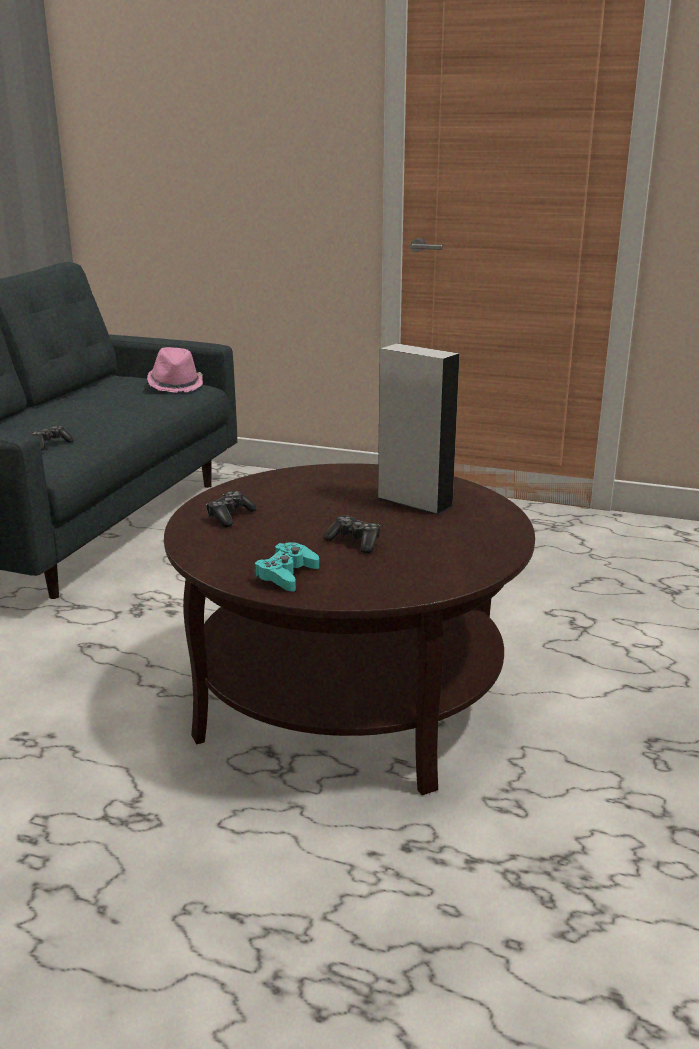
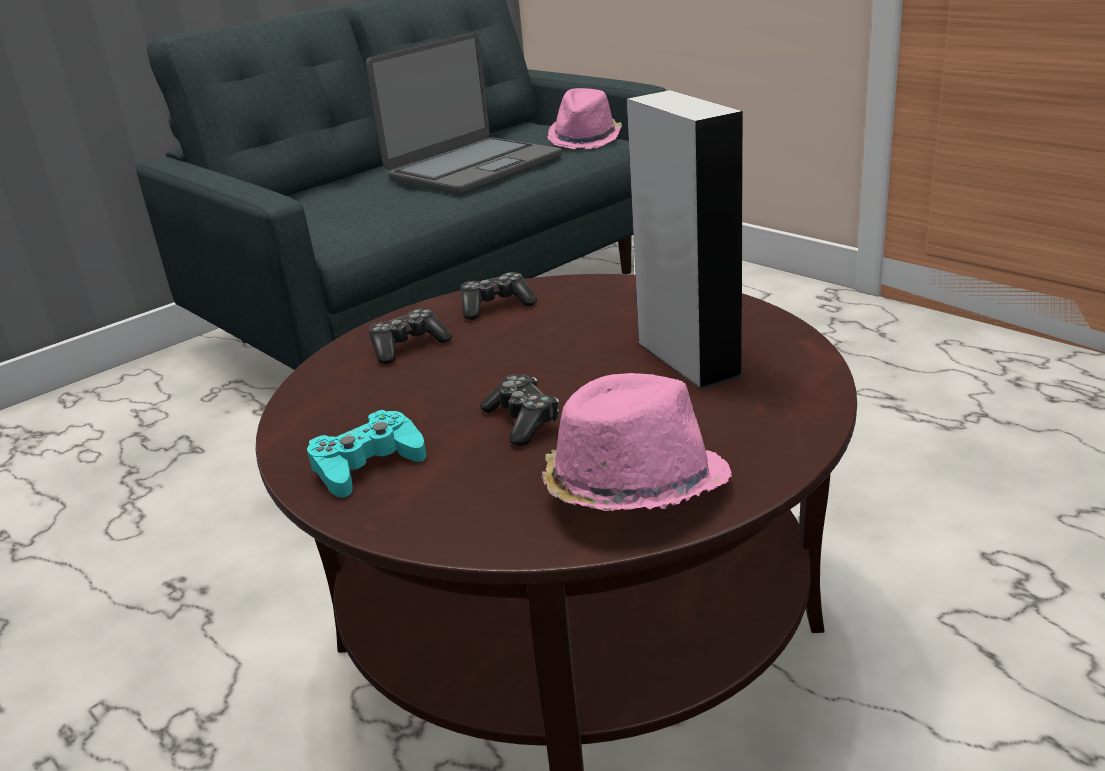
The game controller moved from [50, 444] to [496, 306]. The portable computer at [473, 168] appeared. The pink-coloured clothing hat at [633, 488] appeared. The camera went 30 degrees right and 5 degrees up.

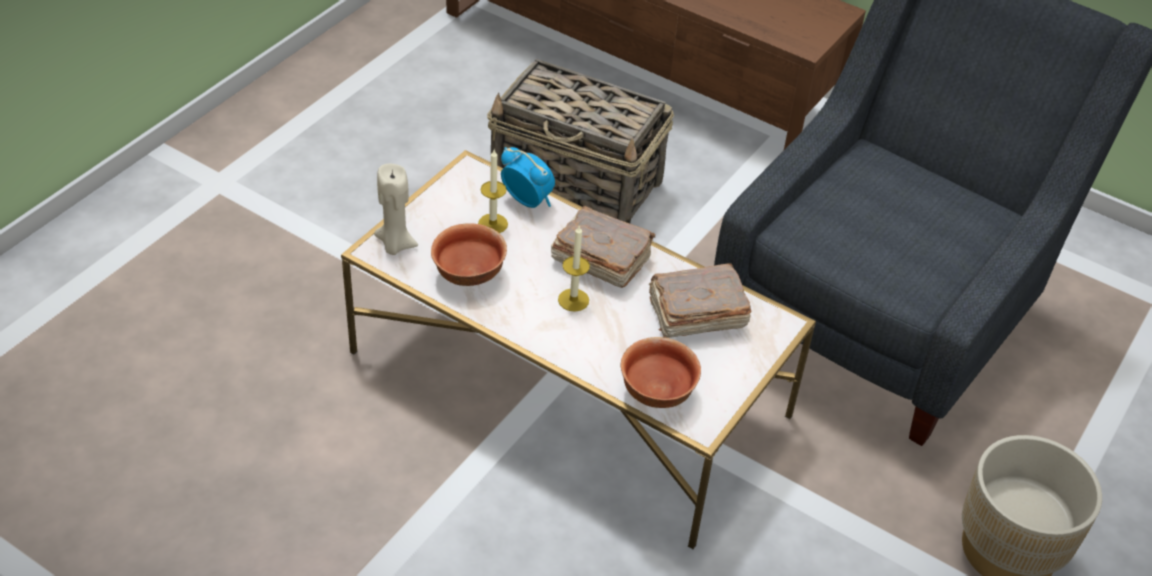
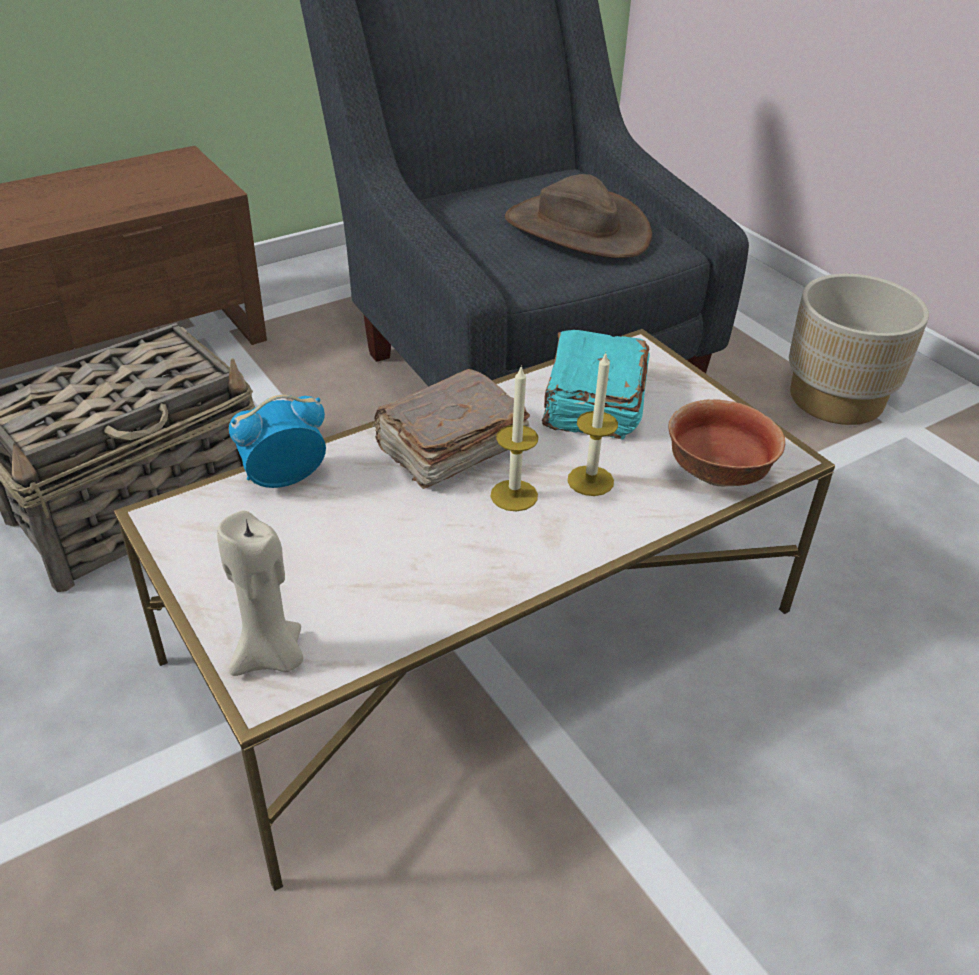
The bowl at [469, 275] disappeared. The candle moved from [493, 224] to [590, 480]. The brownish bound book at [695, 314] became the turquoise bound book at [592, 403]. The brownish clothing hat at [576, 229] appeared. The camera went 65 degrees left and 5 degrees down.

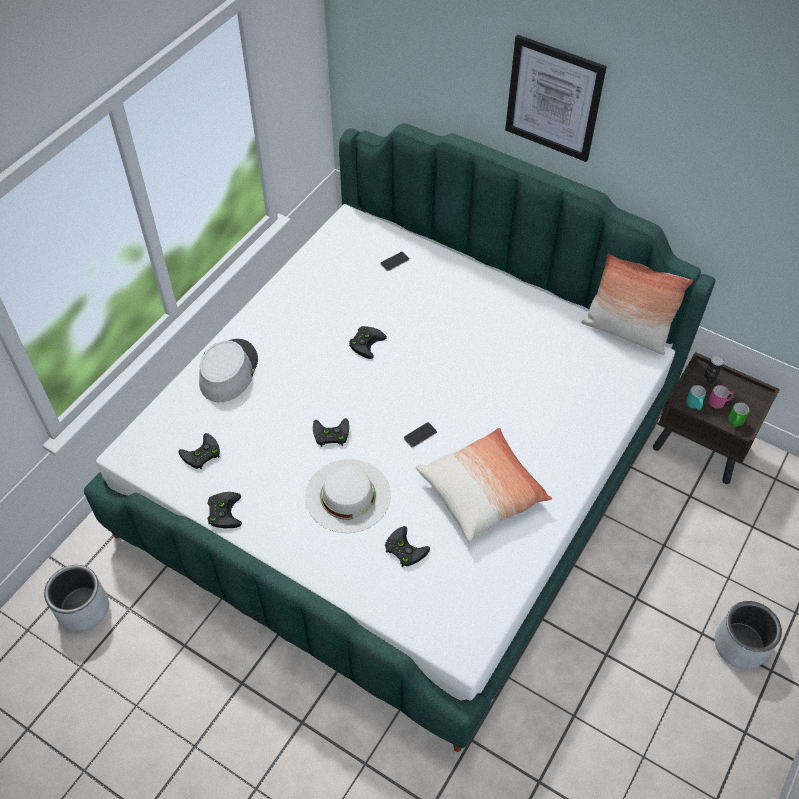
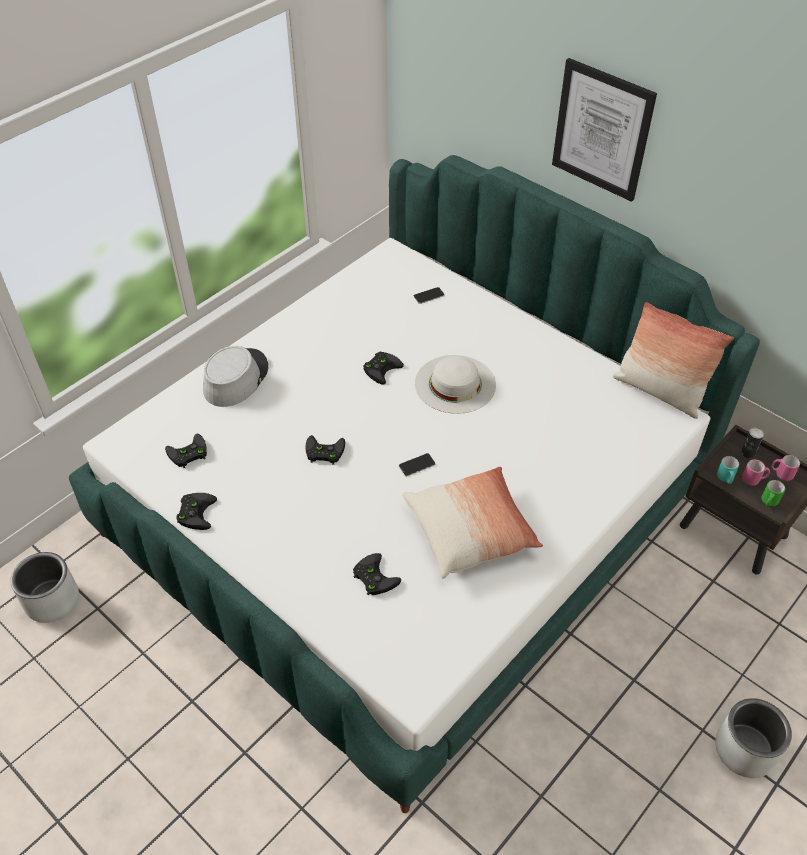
The white-coloured clothing hat moved from [348, 495] to [455, 384]. The pink-coloured tea mug at [781, 474] appeared. The camera went 10 degrees right and 5 degrees down.

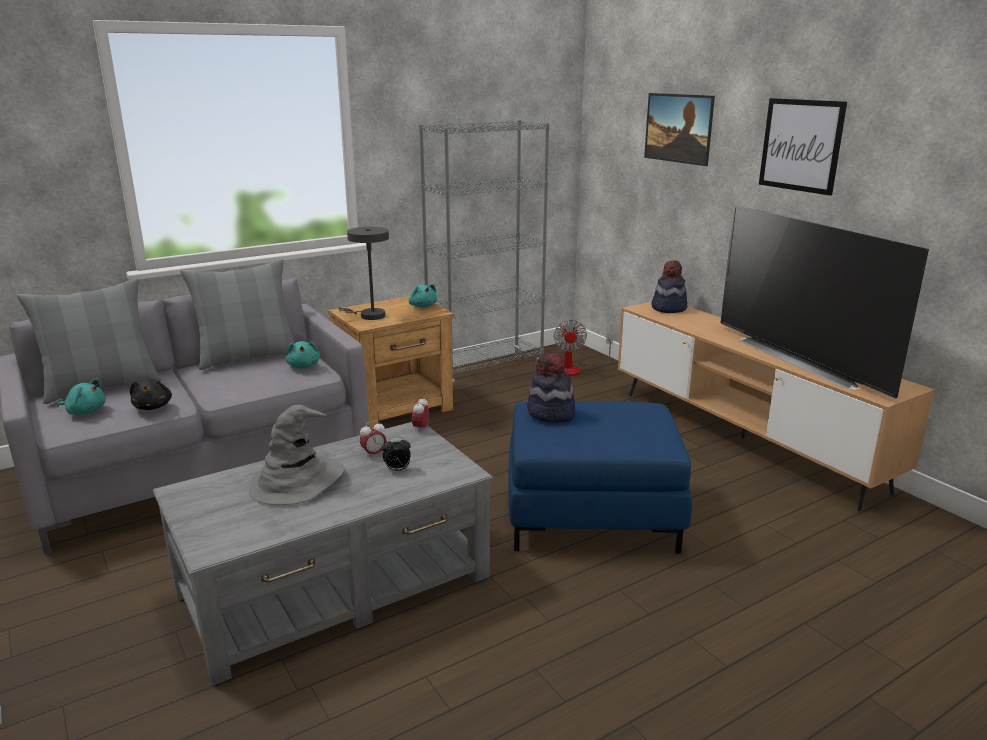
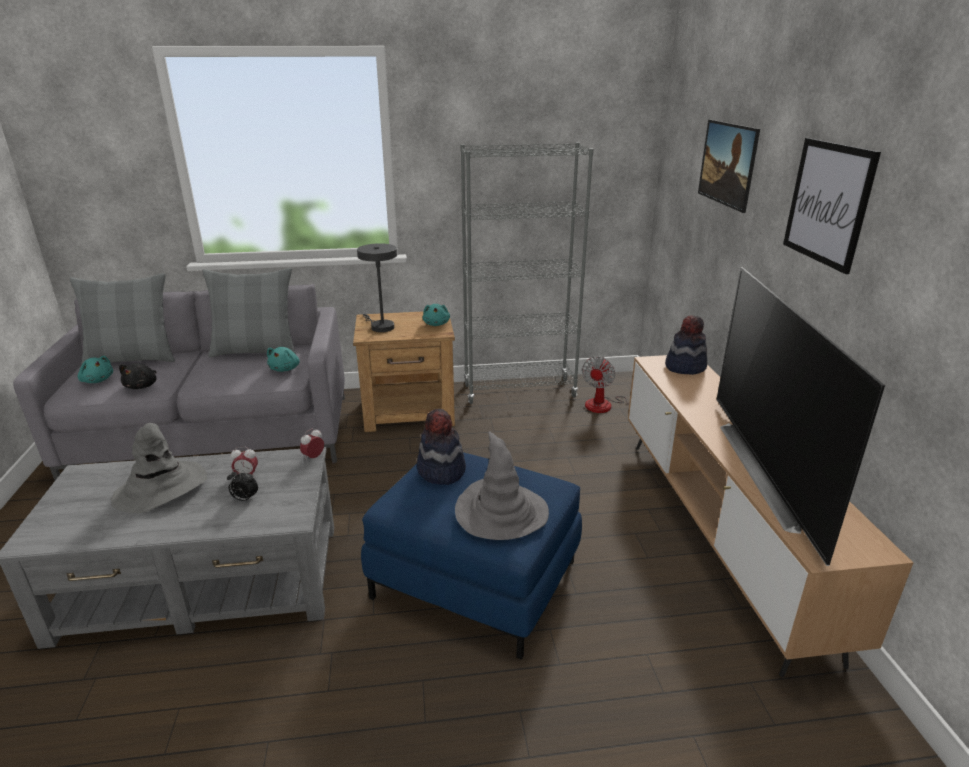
The gray clothing hat at [501, 512] appeared. The camera went 25 degrees right and 5 degrees up.

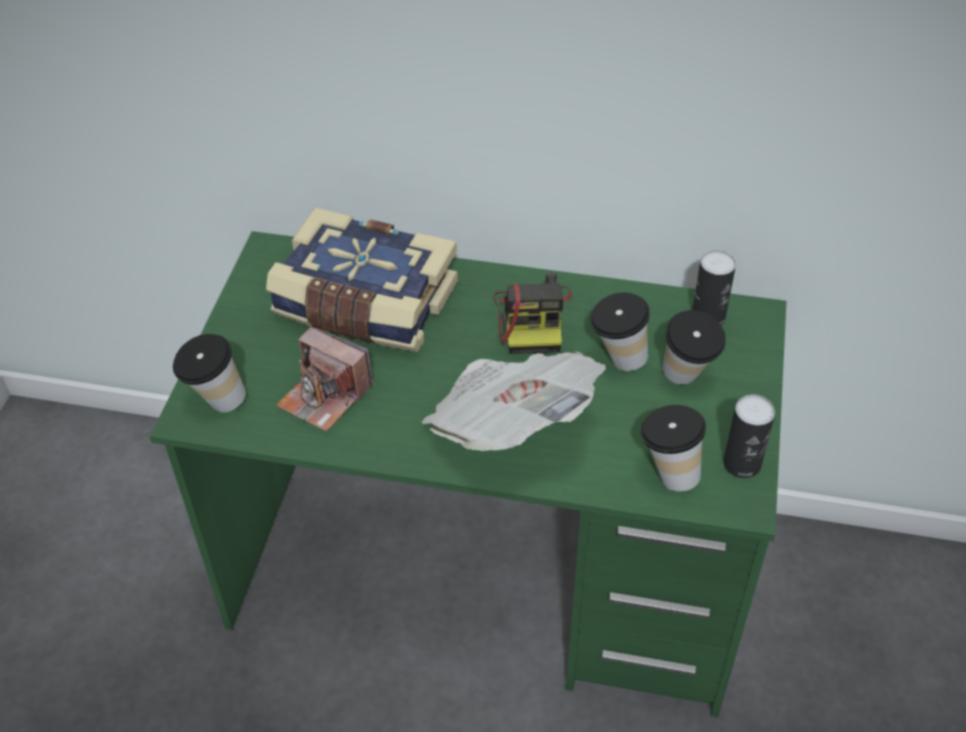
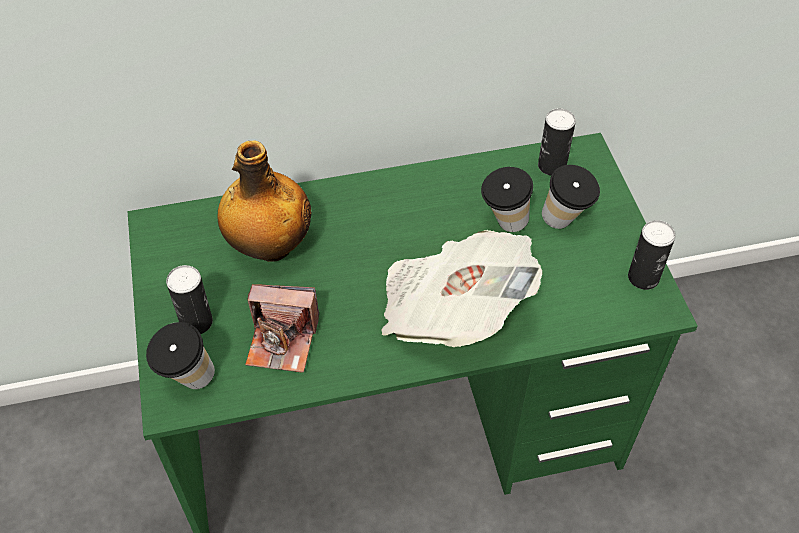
The bound book at [364, 305] was replaced by the beverage bottle at [269, 246]. The photo camera at [533, 319] disappeared. The drinking cup at [667, 474] disappeared. The sealed can at [196, 322] appeared. The camera went 25 degrees left and 5 degrees up.

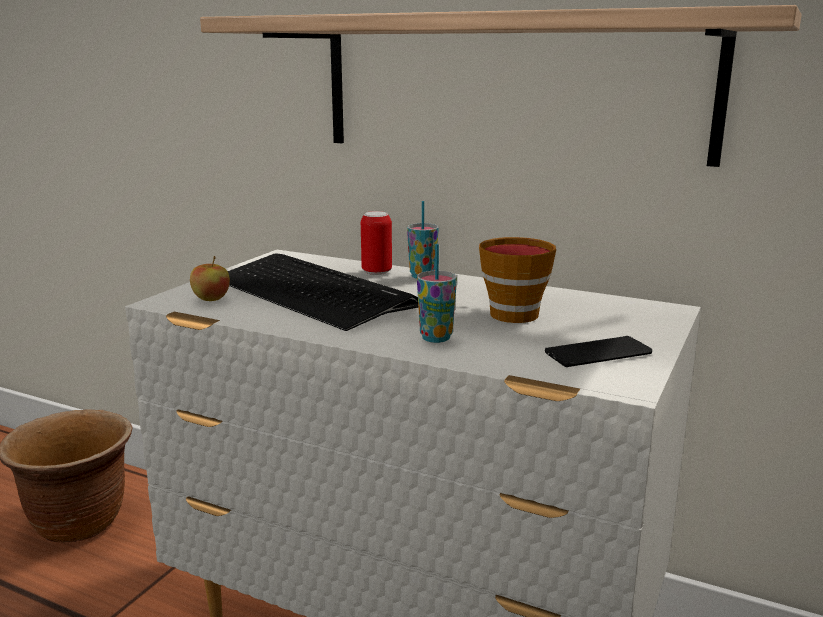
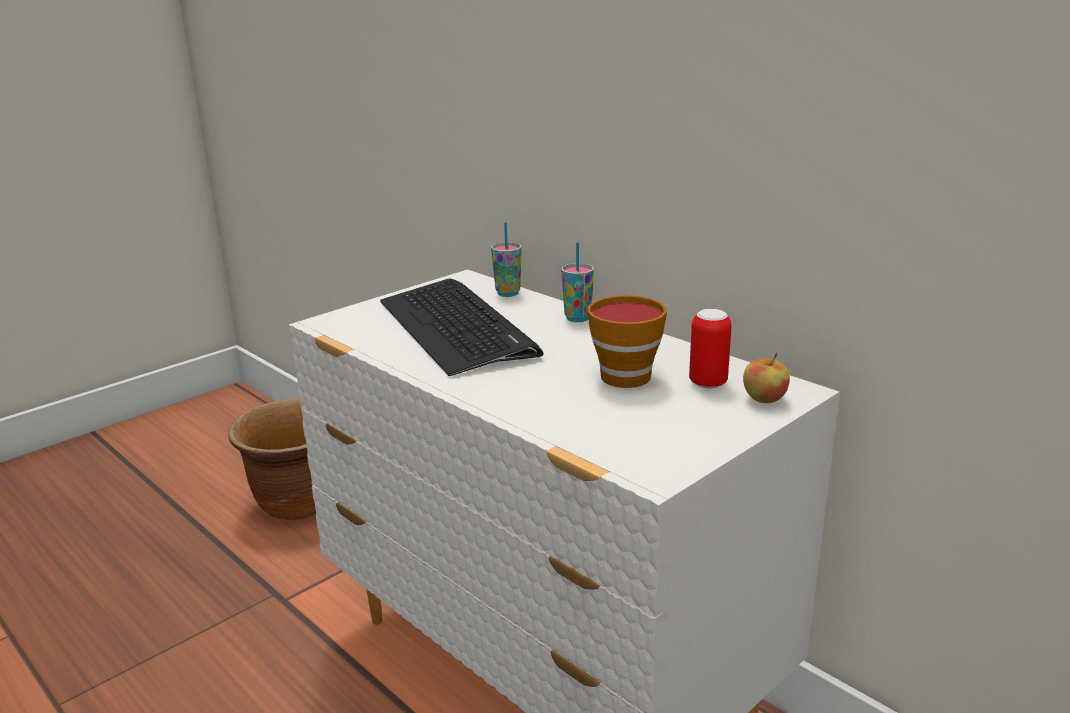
The whole apple moved from [211, 299] to [764, 399]. The shelf at [509, 87] disappeared. The sealed can moved from [376, 272] to [708, 383]. The drinking cup moved from [436, 338] to [508, 293]. The telephone at [598, 353] disappeared. The camera went 20 degrees right and 5 degrees up.

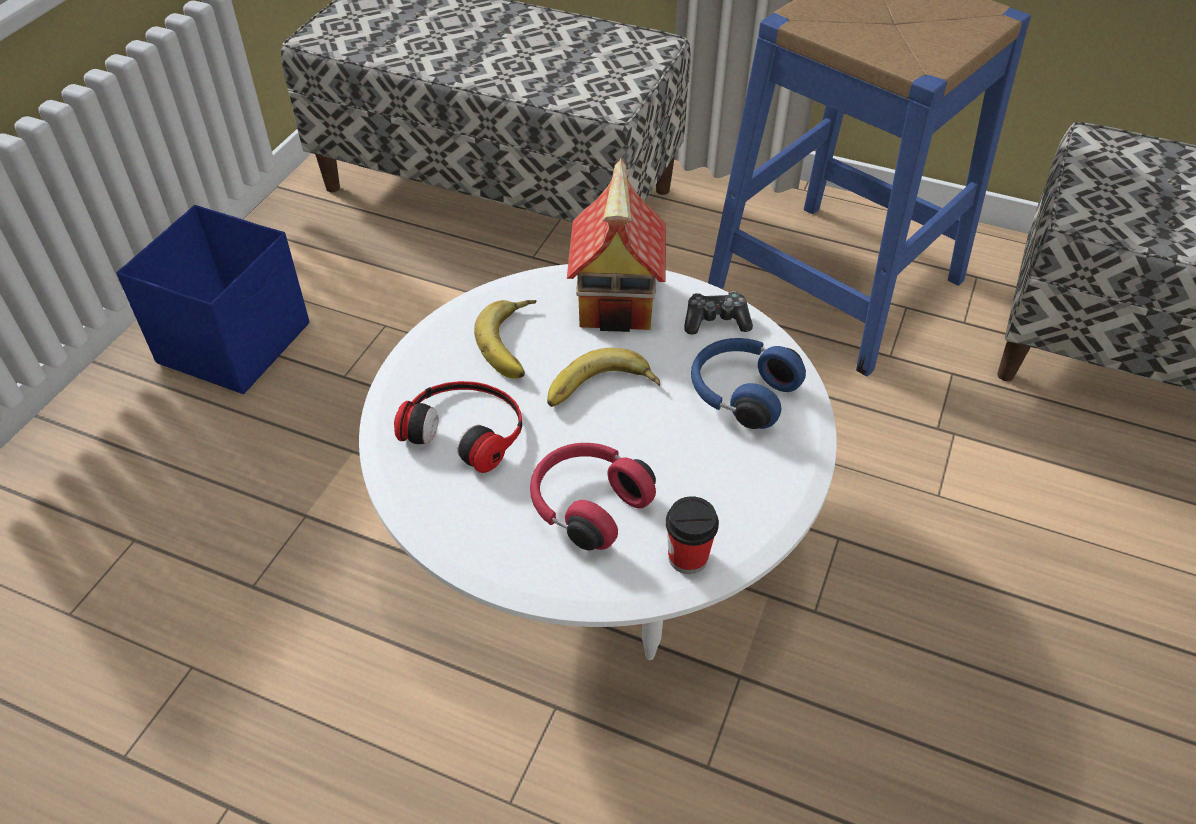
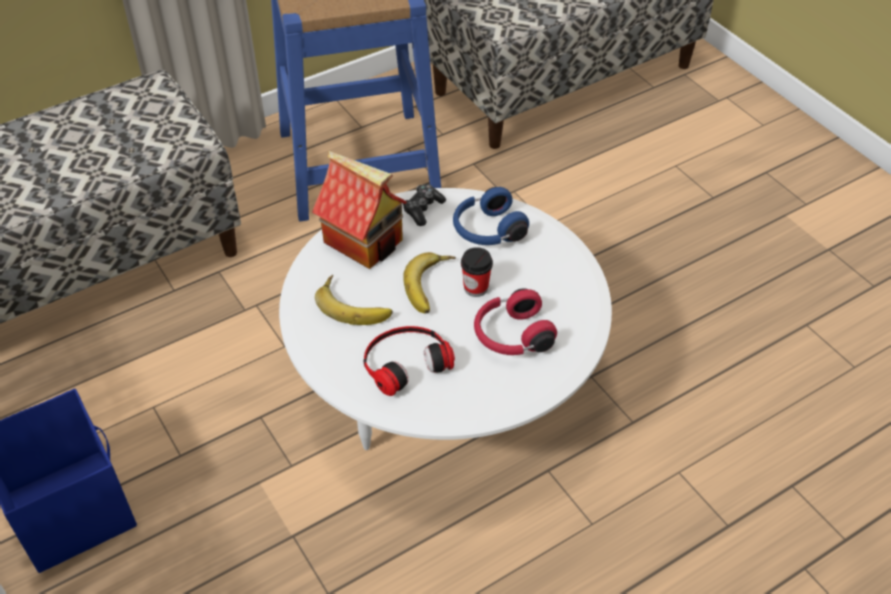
The drinking cup moved from [687, 557] to [476, 288]. The camera went 55 degrees left and 0 degrees up.

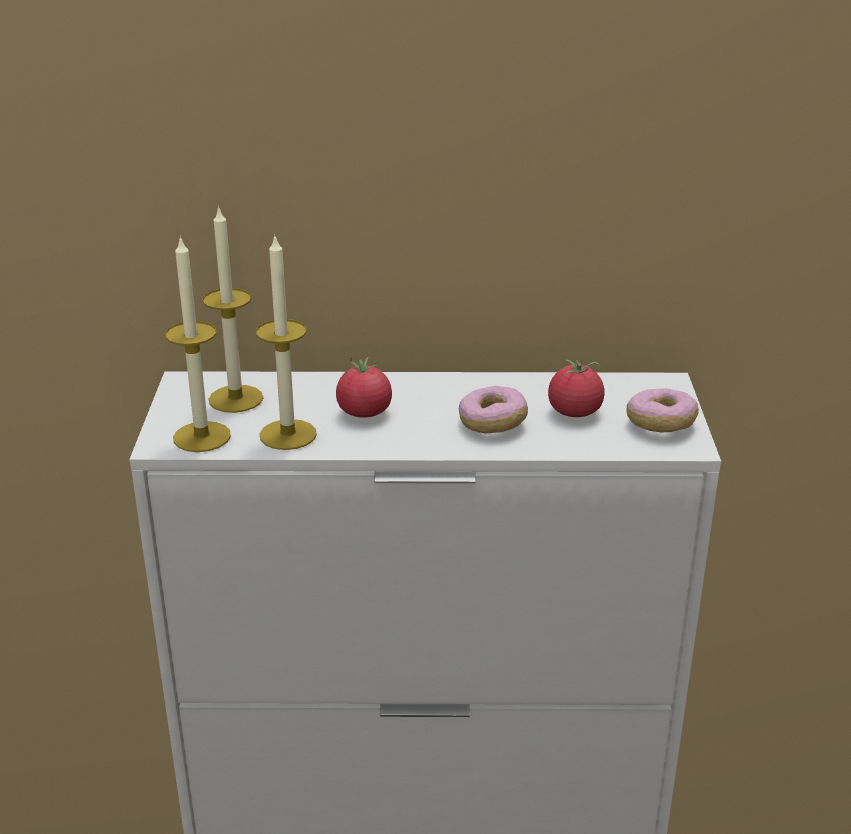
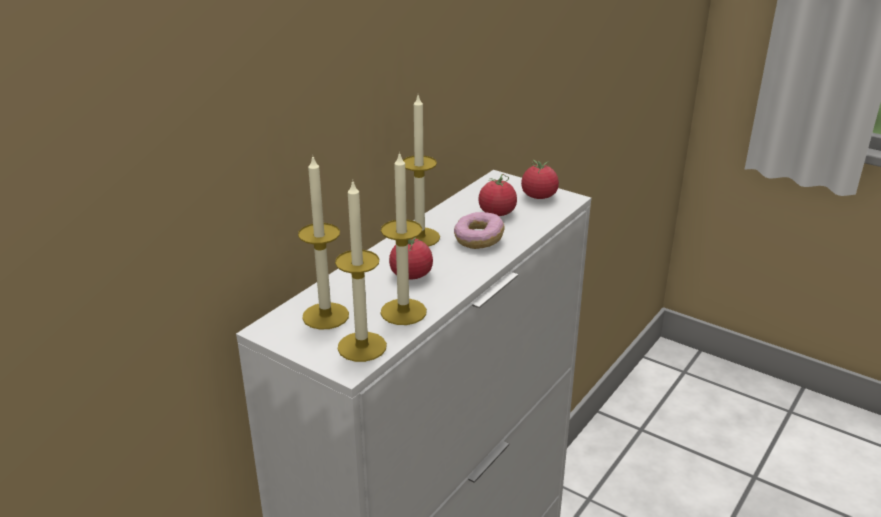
The doughnut at [660, 424] was replaced by the tomato at [539, 196]. The candle at [420, 237] appeared. The camera went 55 degrees left and 0 degrees up.

